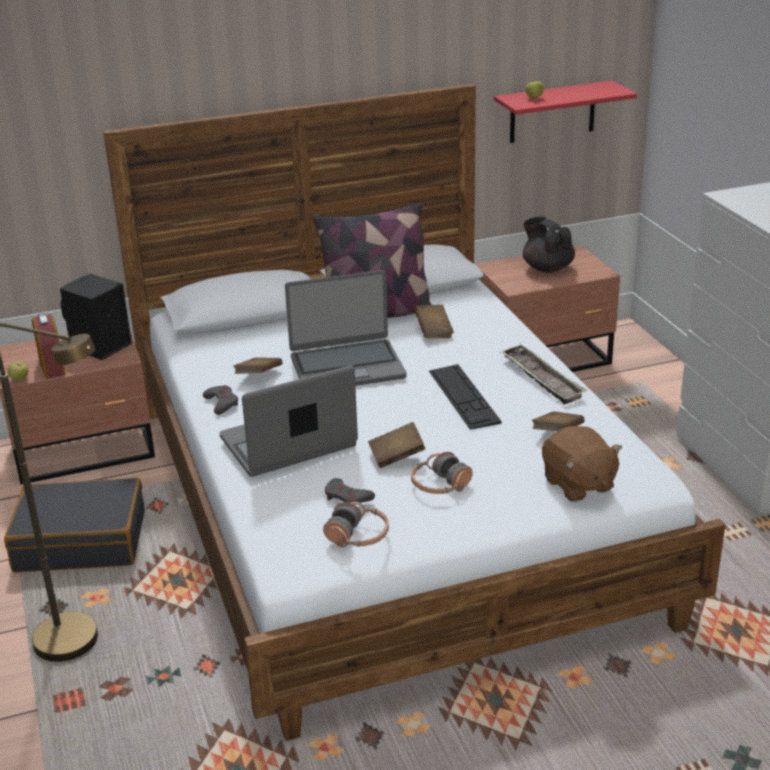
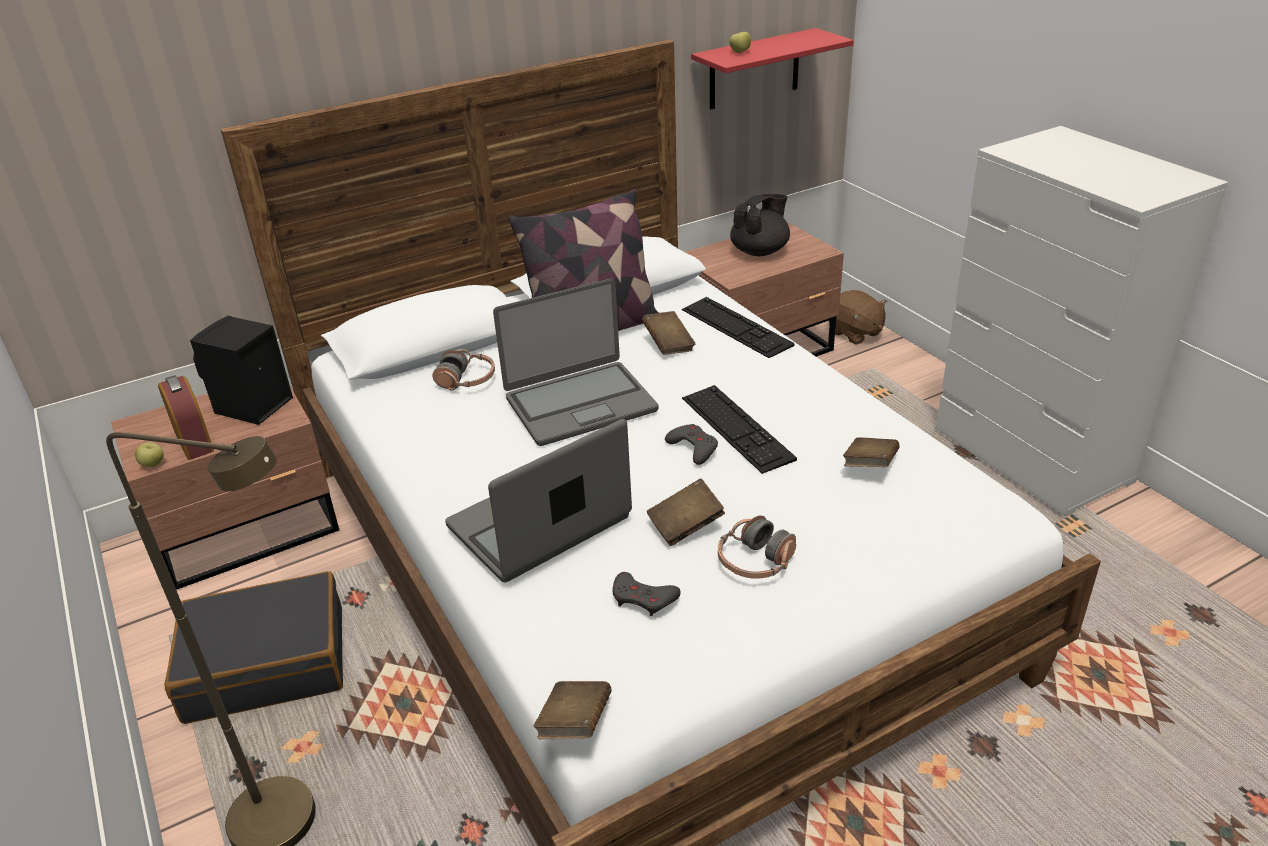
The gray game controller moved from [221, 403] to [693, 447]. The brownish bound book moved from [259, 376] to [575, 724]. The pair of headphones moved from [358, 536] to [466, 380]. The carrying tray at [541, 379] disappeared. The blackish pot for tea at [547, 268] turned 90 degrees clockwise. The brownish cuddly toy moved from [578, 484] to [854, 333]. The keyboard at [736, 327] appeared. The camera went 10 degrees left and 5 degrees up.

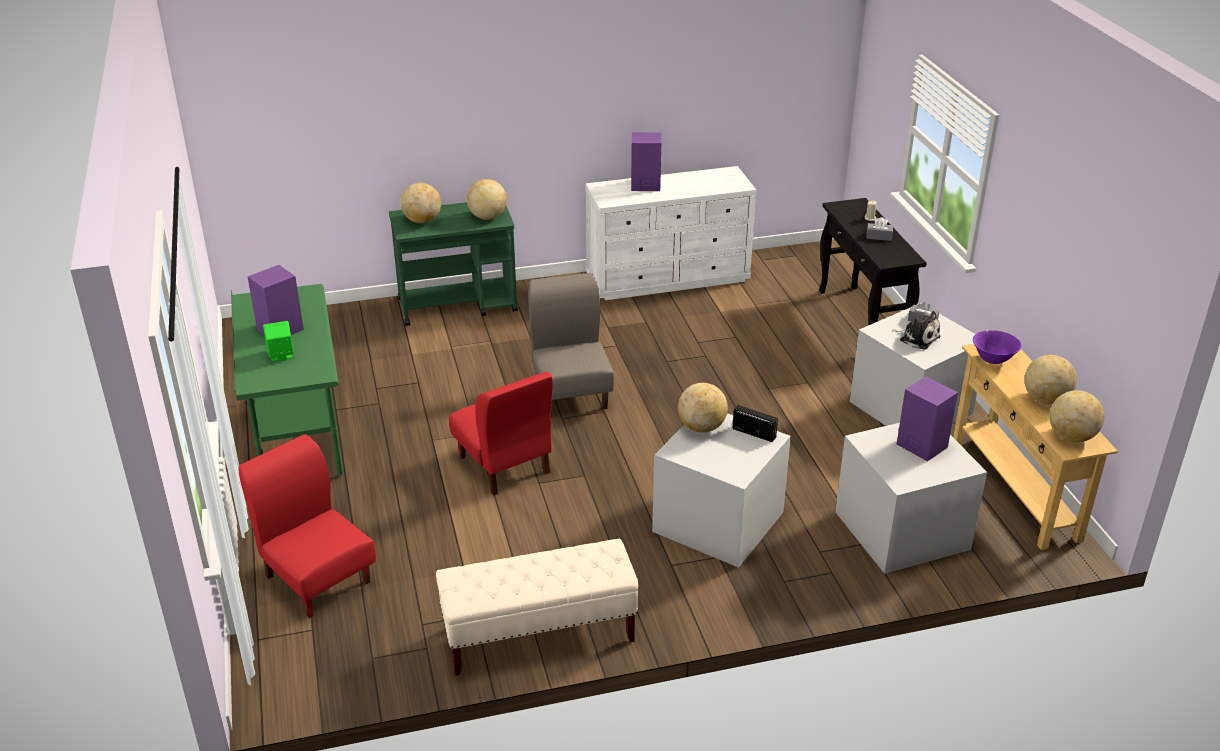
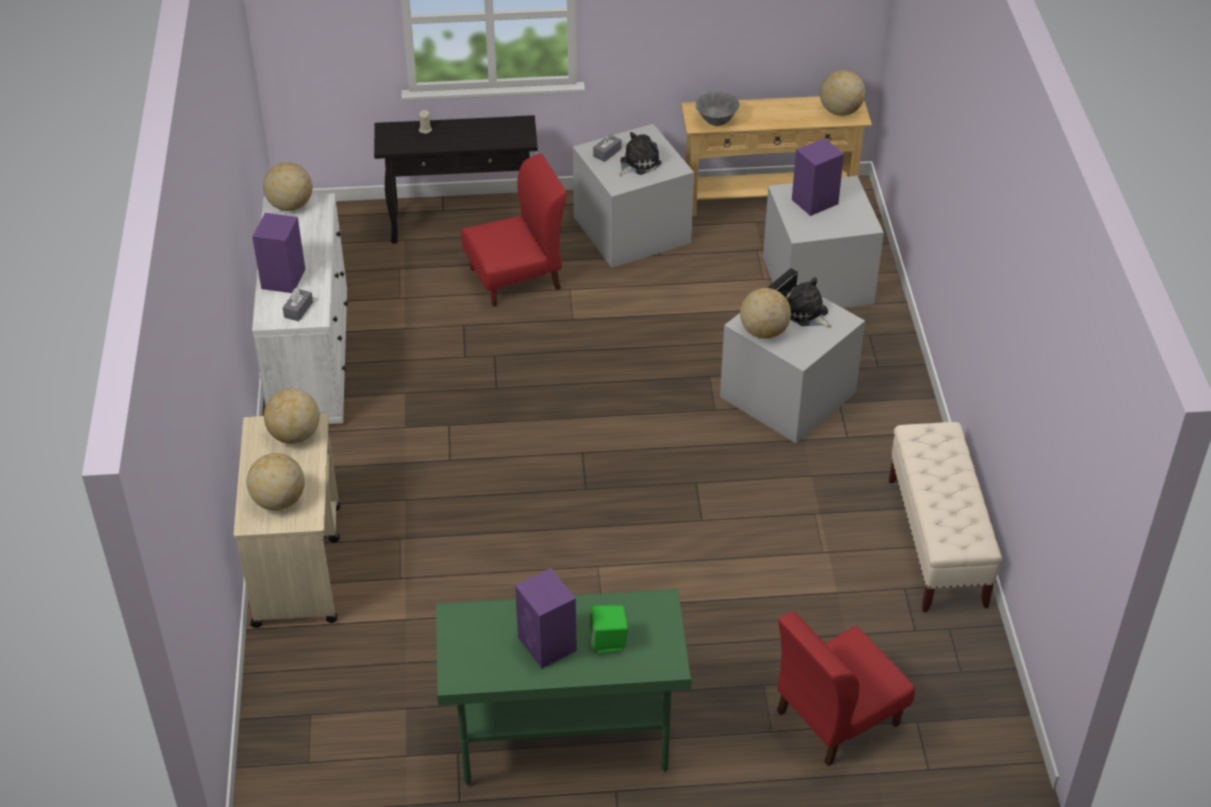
The greenish trolley at [458, 305] became the sand-coloured trolley at [298, 564]. The reddish plain chair moved from [504, 465] to [516, 278]. The gray plain chair at [571, 393] disappeared. The gray tissue box moved from [879, 236] to [298, 310]. The purplish bowl at [993, 360] became the gray bowl at [716, 122]. The desk globe moved from [1045, 399] to [290, 205]. The cuddly toy at [806, 314] appeared. The camera went 80 degrees left and 10 degrees up.

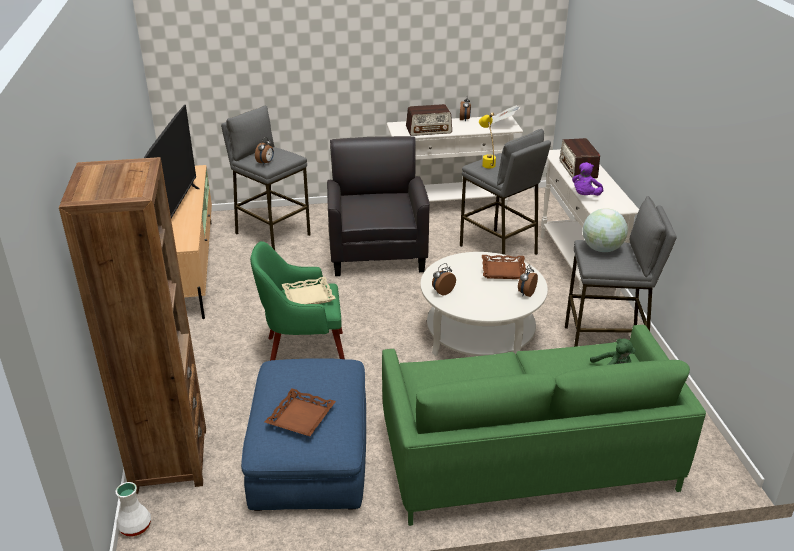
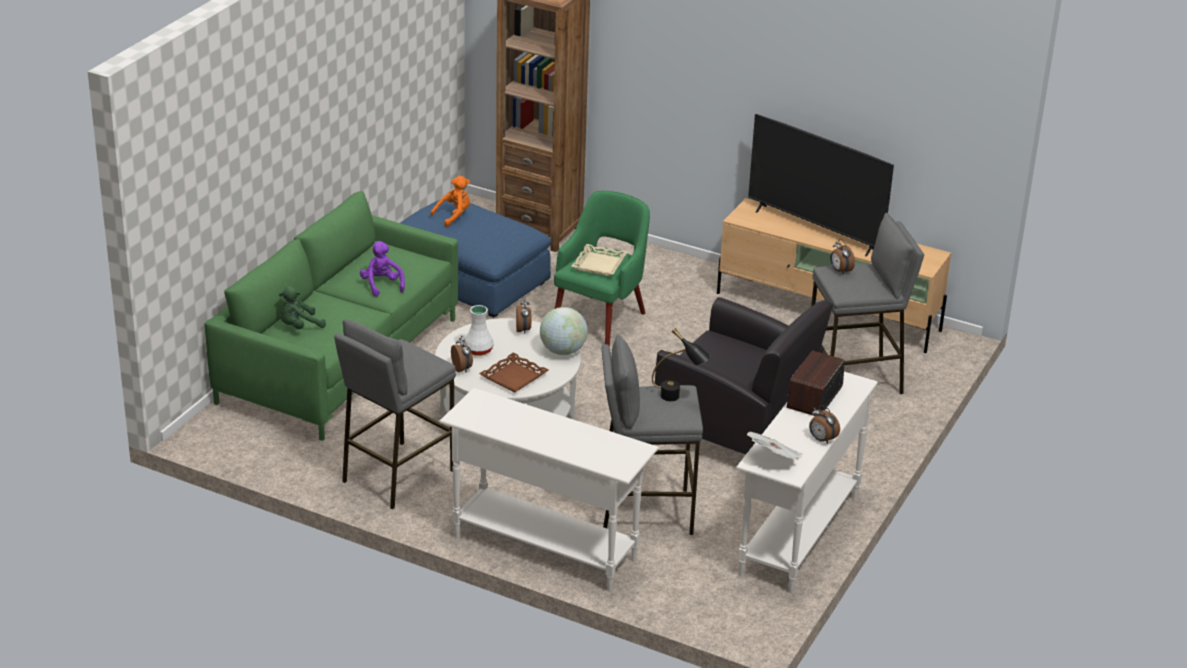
The white-coloured flower vase moved from [136, 527] to [478, 350]. The brownish carrying tray at [300, 416] was replaced by the orange cuddly toy at [454, 216]. The yellow lamp for a table at [487, 162] became the blackish lamp for a table at [678, 398]. The radio at [578, 169] disappeared. The purplish cuddly toy moved from [585, 196] to [382, 285]. The desk globe moved from [601, 249] to [563, 351]. The camera went 125 degrees right and 0 degrees up.

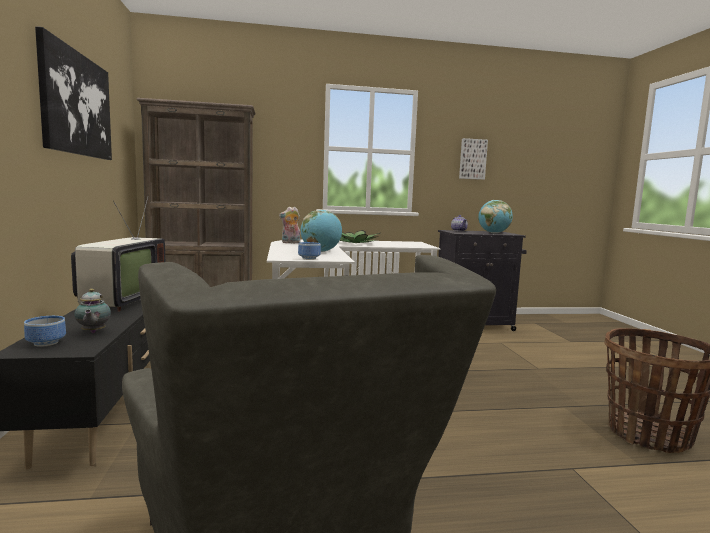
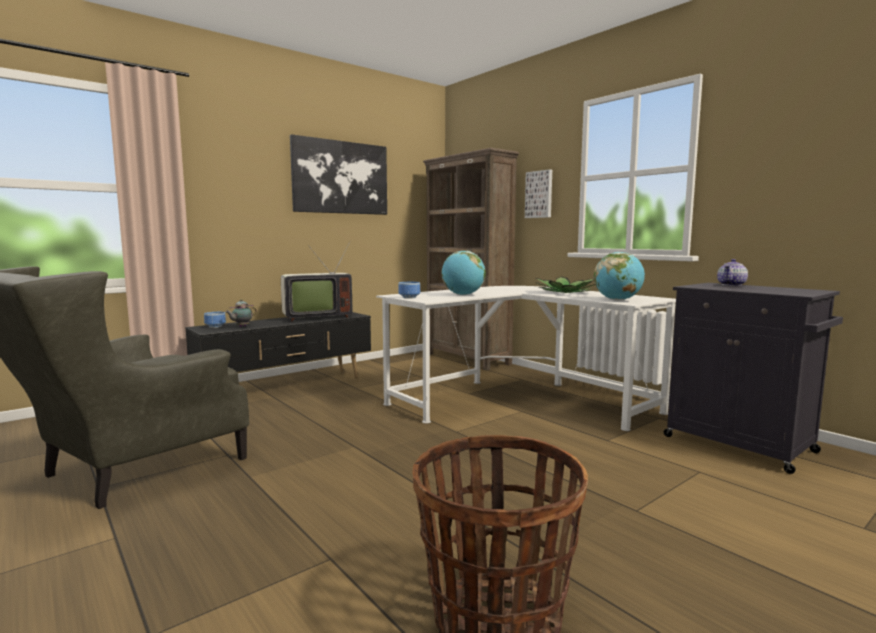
The cuddly toy at [290, 243] disappeared. The picture moved from [472, 159] to [539, 194]. The desk globe moved from [493, 233] to [617, 300]. The camera went 60 degrees right and 0 degrees up.

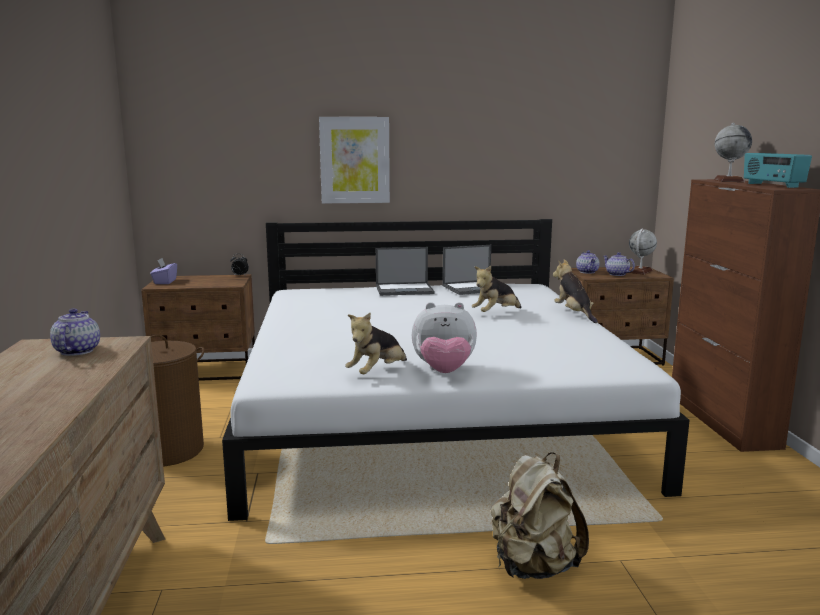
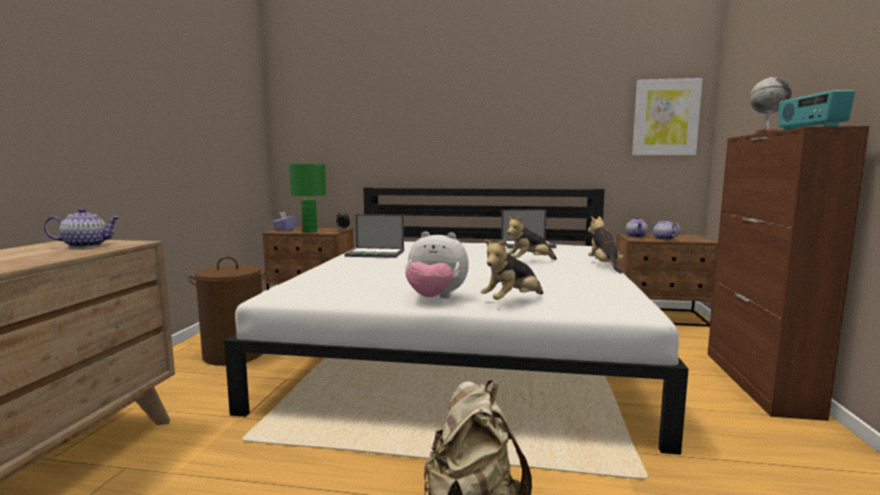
The pot for tea at [76, 351] turned 60 degrees clockwise. The picture moved from [354, 160] to [666, 117]. The cuddly toy moved from [377, 372] to [512, 301]. The portable computer moved from [405, 290] to [376, 253]. The desk globe at [640, 271] disappeared. The greenish lamp for a table at [309, 231] appeared. The camera went 15 degrees right and 5 degrees down.

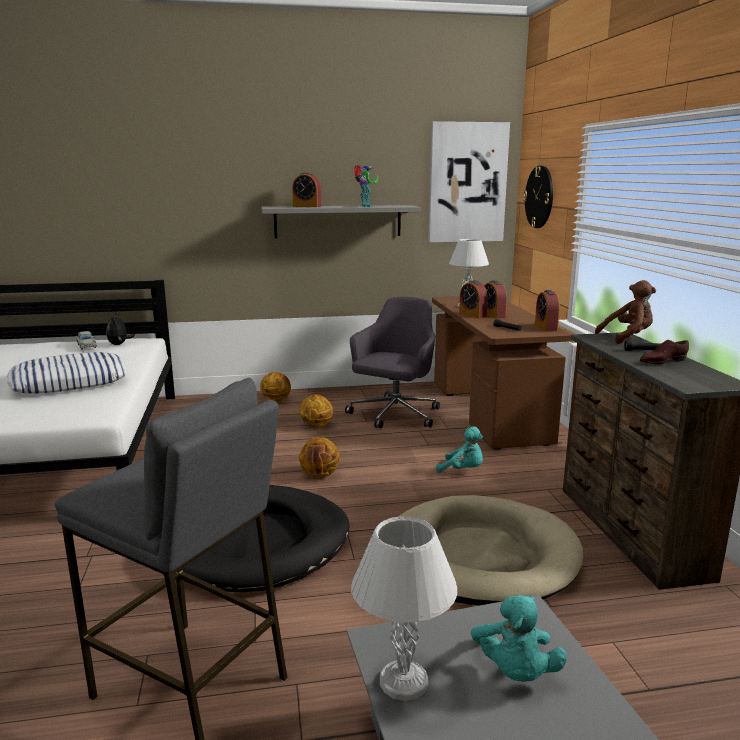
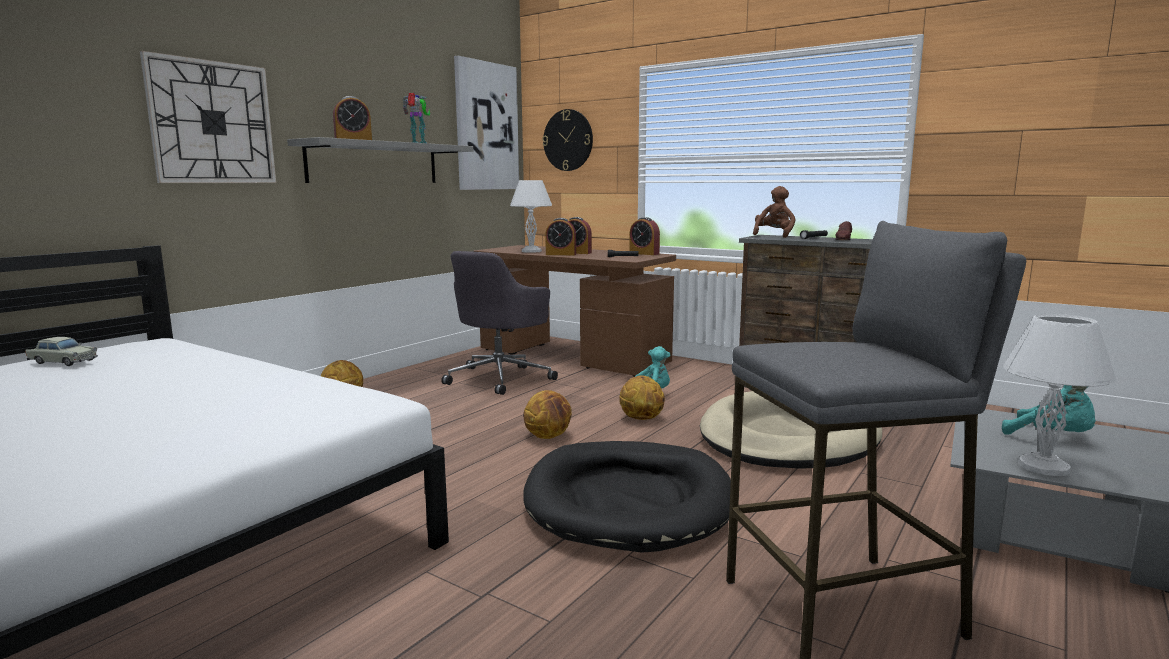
The cushion at [70, 381] disappeared. The cuddly toy at [119, 344] disappeared. The basketball ball moved from [316, 426] to [641, 418]. The gray office chair at [394, 415] turned 135 degrees counterclockwise. The wall clock at [212, 122] appeared. The camera went 45 degrees left and 5 degrees down.

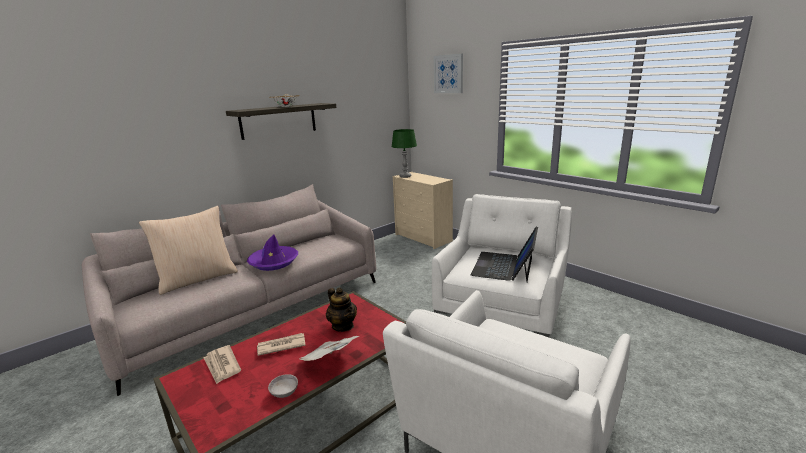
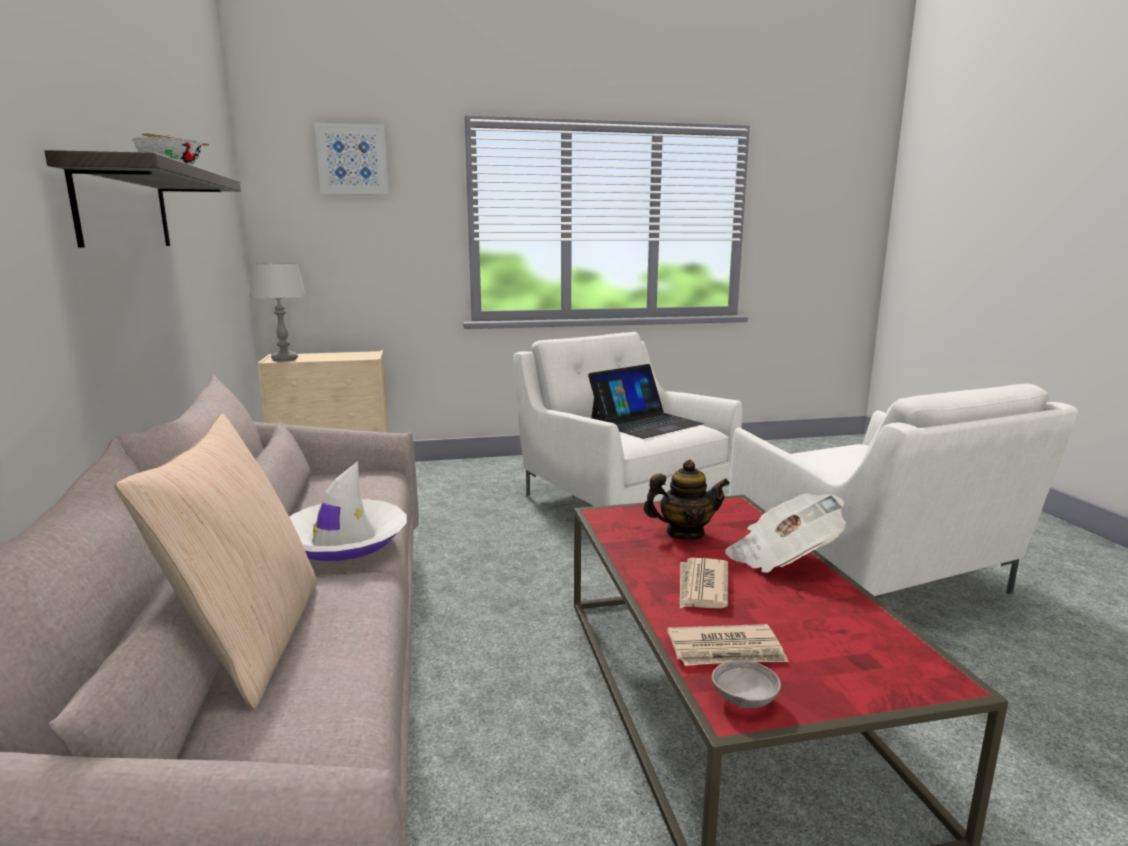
The purplish clothing hat at [274, 262] became the white-coloured clothing hat at [344, 540]. The gray bowl moved from [284, 392] to [744, 699]. The greenish lamp for a table at [405, 176] became the gray lamp for a table at [285, 359]. The portable computer at [504, 266] turned 90 degrees counterclockwise. The camera went 60 degrees left and 5 degrees down.

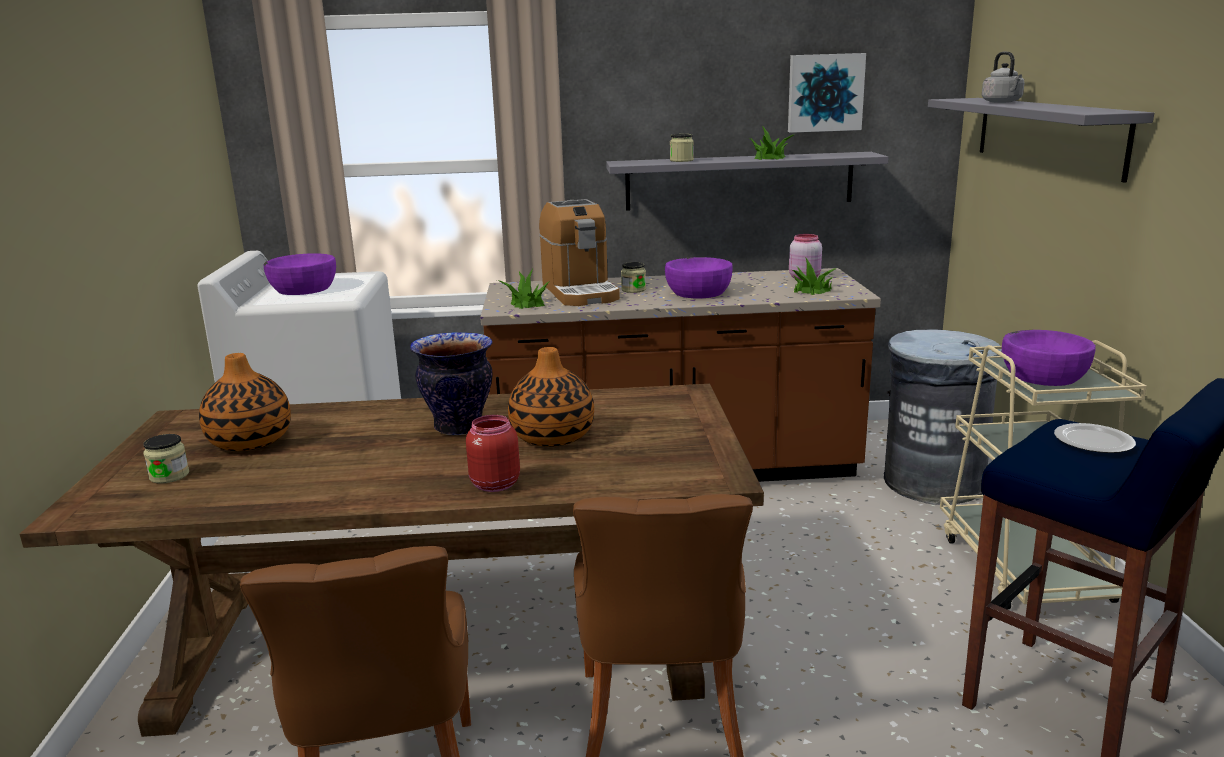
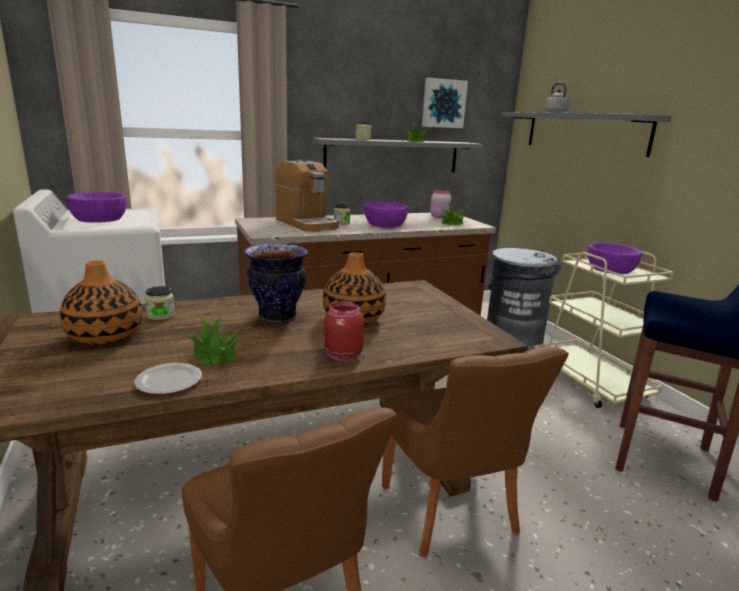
The storage jar moved from [169, 476] to [161, 315]. The potted plant moved from [527, 303] to [215, 354]. The flat dish moved from [1094, 441] to [170, 380]. The camera went 20 degrees left and 0 degrees up.

